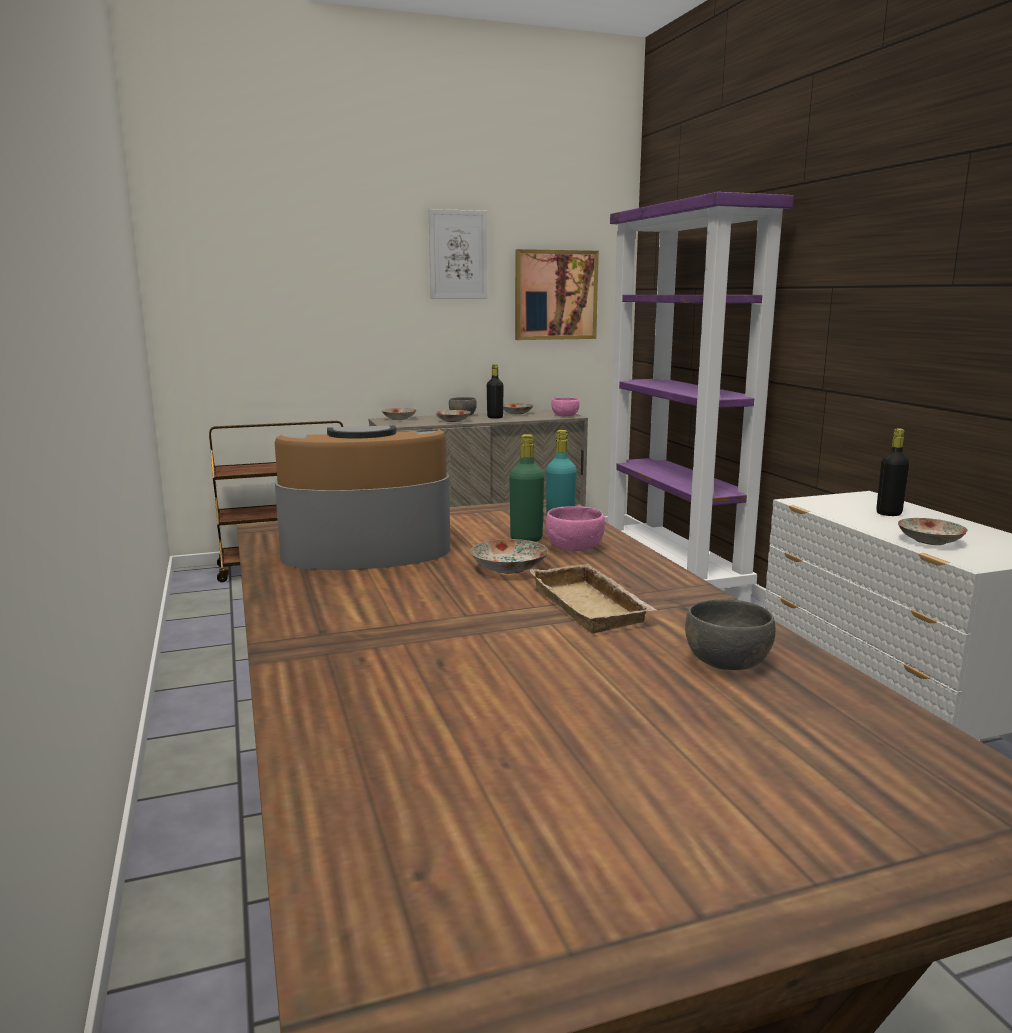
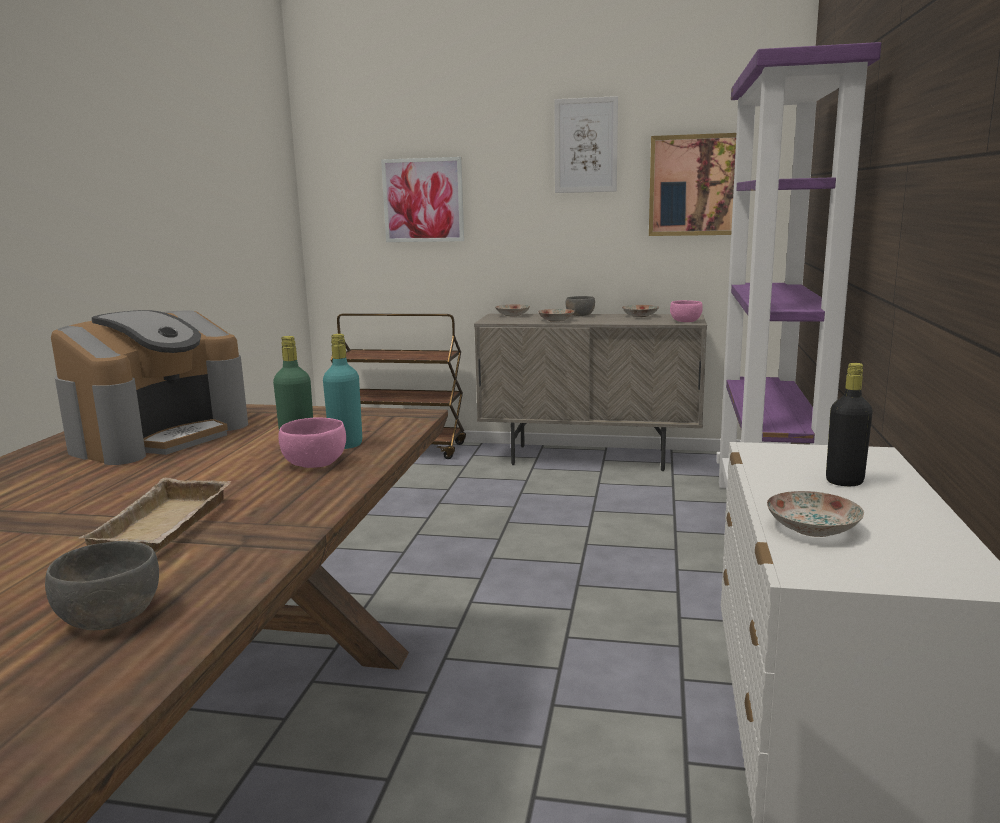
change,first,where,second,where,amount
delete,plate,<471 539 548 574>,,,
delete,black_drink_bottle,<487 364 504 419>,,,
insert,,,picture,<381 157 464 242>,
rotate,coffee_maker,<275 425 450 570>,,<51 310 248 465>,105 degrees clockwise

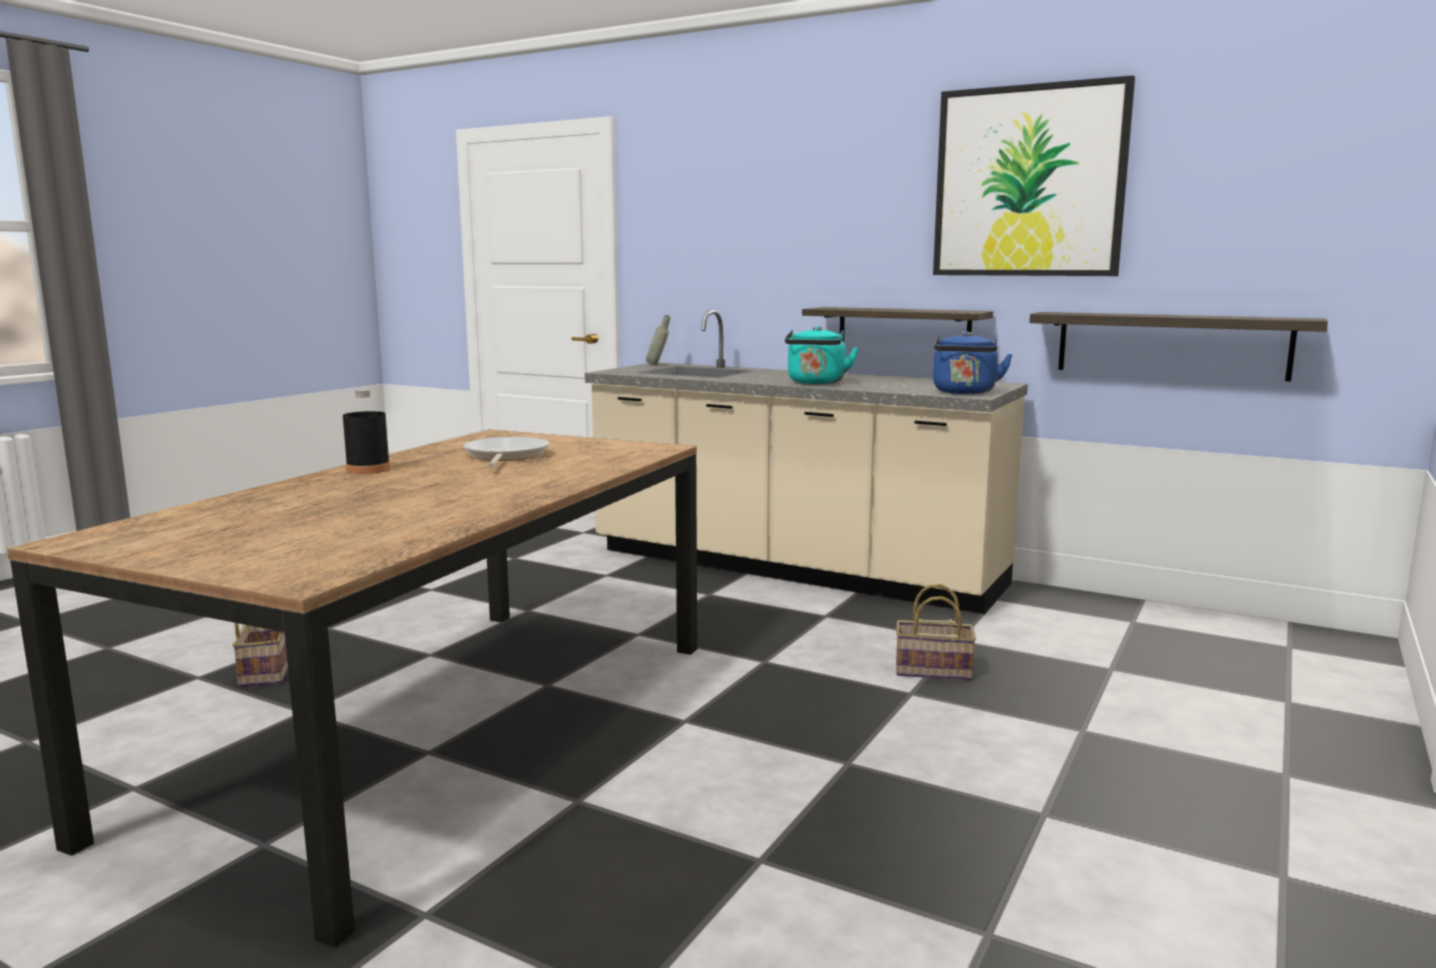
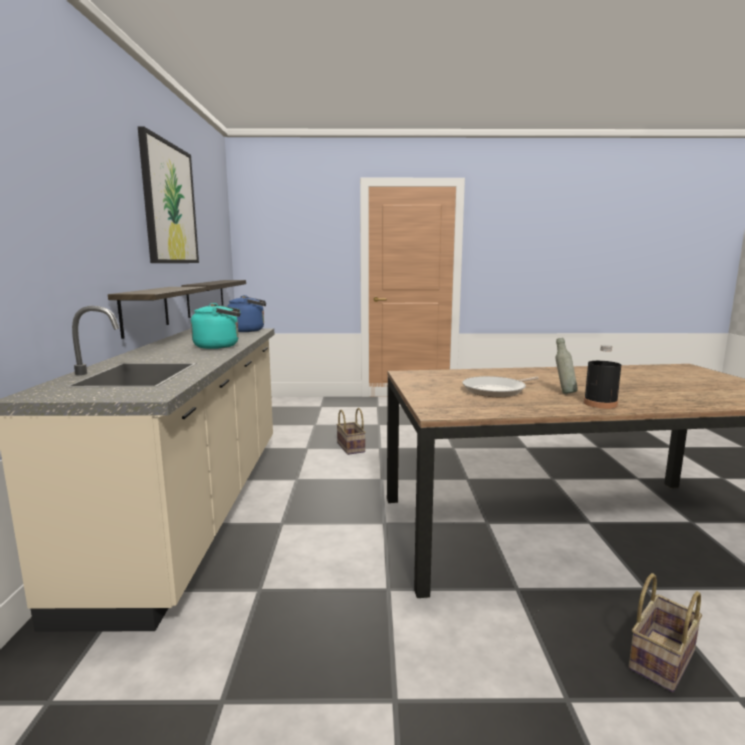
change,first,where,second,where,amount
move,greyish_drink_bottle,<646 315 670 365>,,<555 338 578 394>,

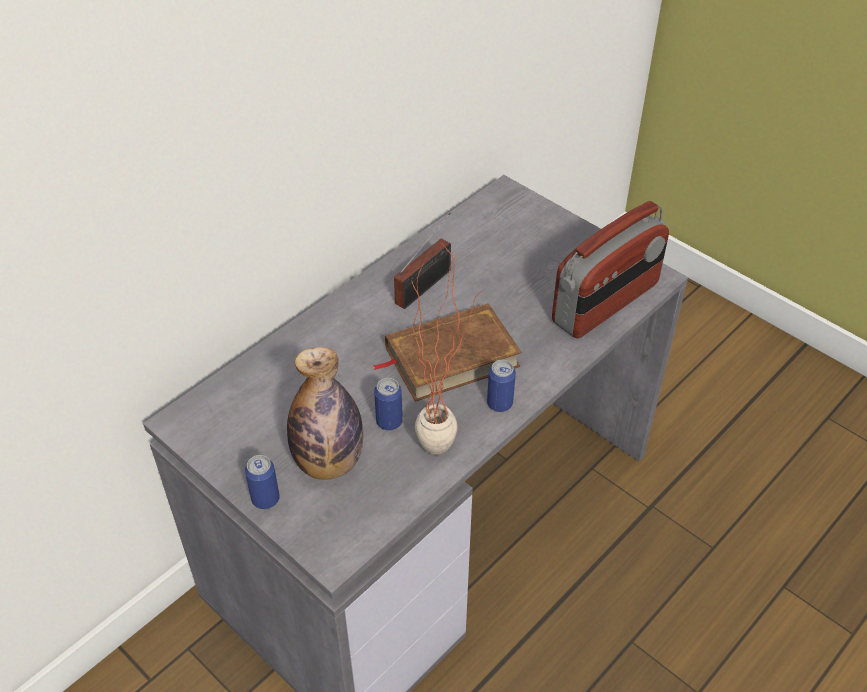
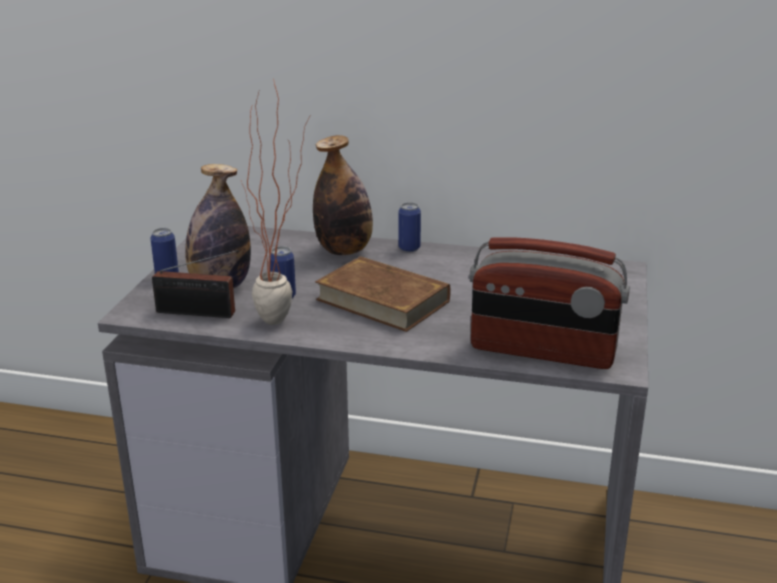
change,first,where,second,where,amount
insert,,,drink_bottle,<313 135 373 255>,
move,radio_receiver,<394 213 451 309>,,<152 250 238 318>,
move,can,<487 360 516 412>,,<398 202 421 252>,

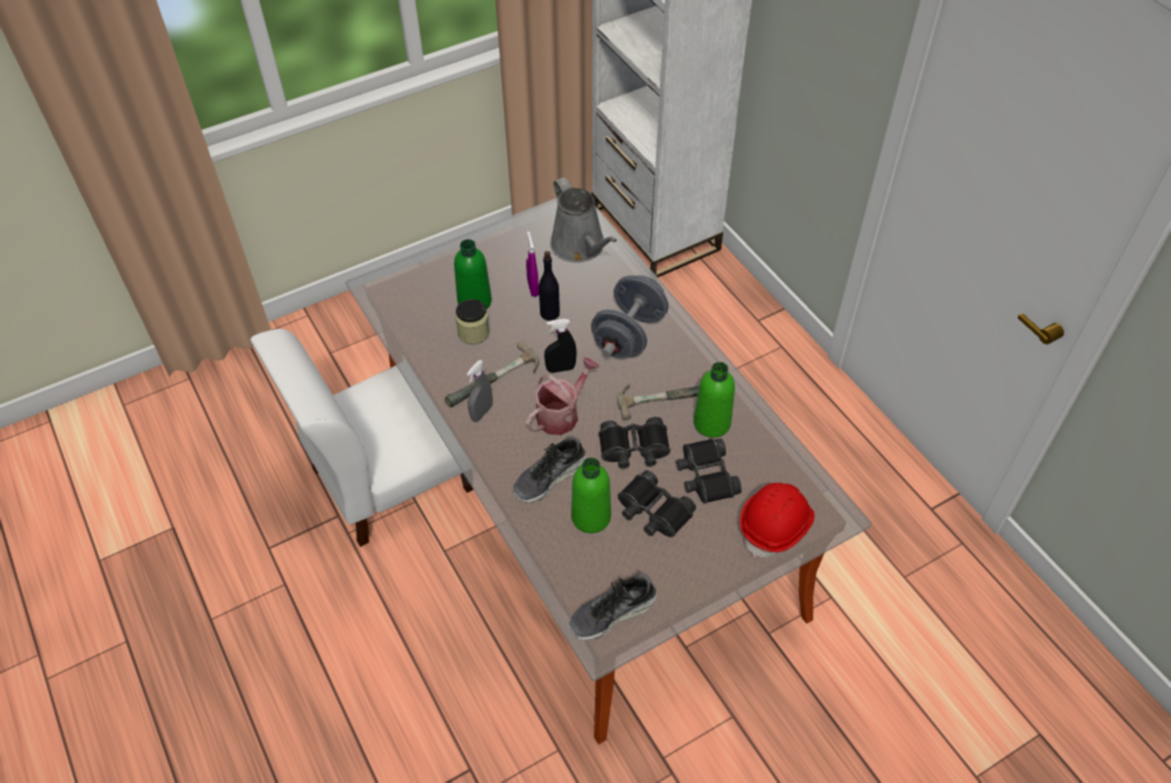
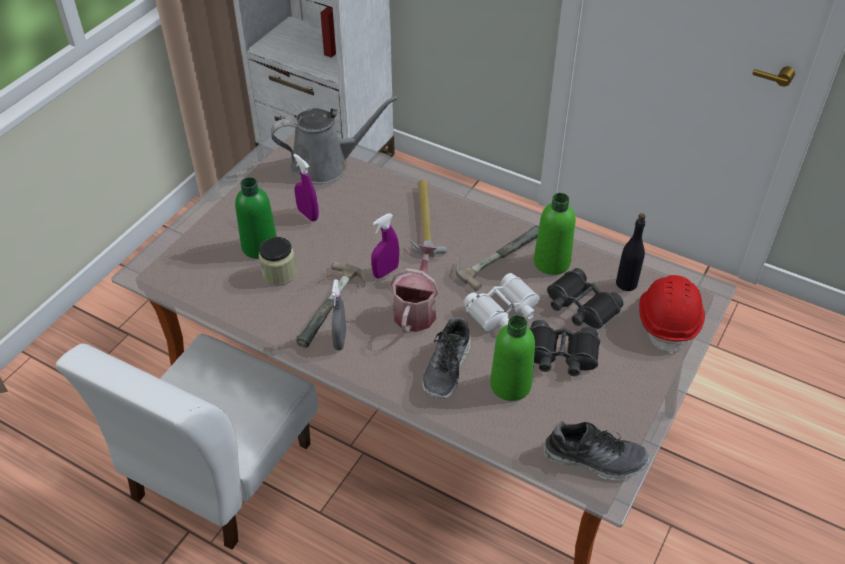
change,first,where,second,where,amount
move,black_drink_bottle,<539 251 560 321>,,<616 213 646 291>,
replace,greyish_free_weight,<591 275 669 358>,hand_hammer,<411 180 447 257>,
recolor,black_sprayer,<544 319 577 373>,purplish_sprayer,<371 214 399 278>,
recolor,black_binoculars,<598 417 671 469>,whitish_binoculars,<463 273 540 331>,
rotate,greyish_watering_pot,<550 177 617 262>,,<271 96 397 184>,45 degrees counterclockwise
rotate,item_of_footwear,<569 574 657 640>,,<543 421 649 480>,105 degrees counterclockwise

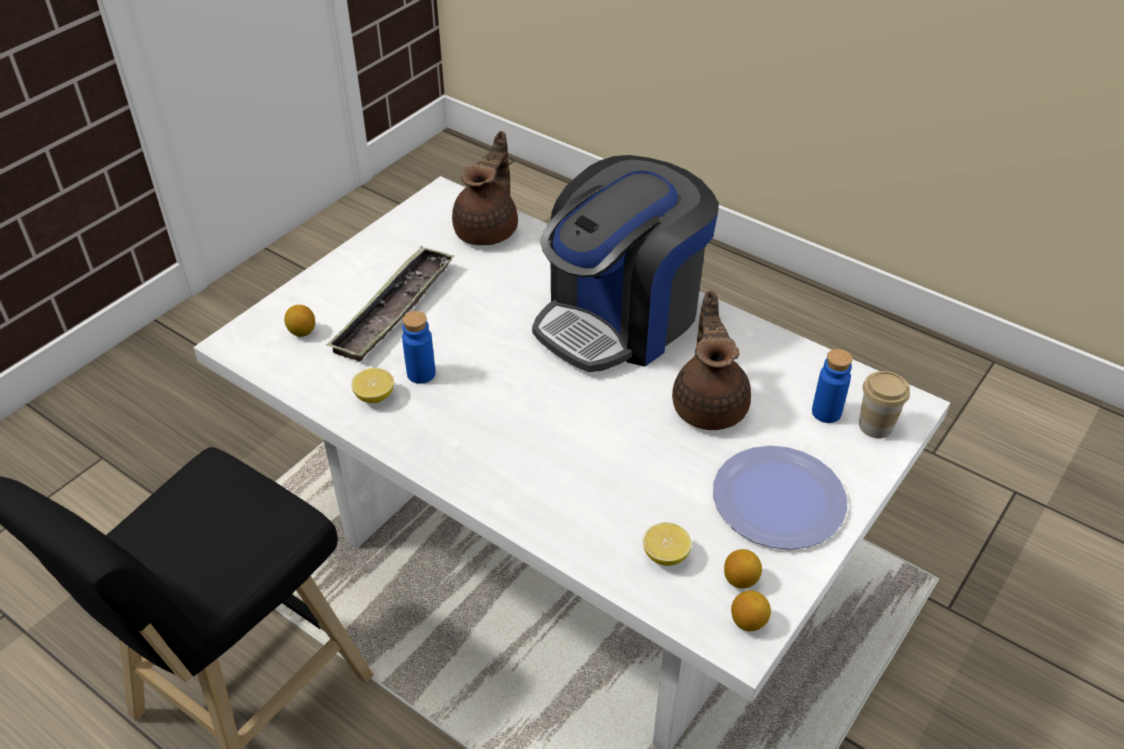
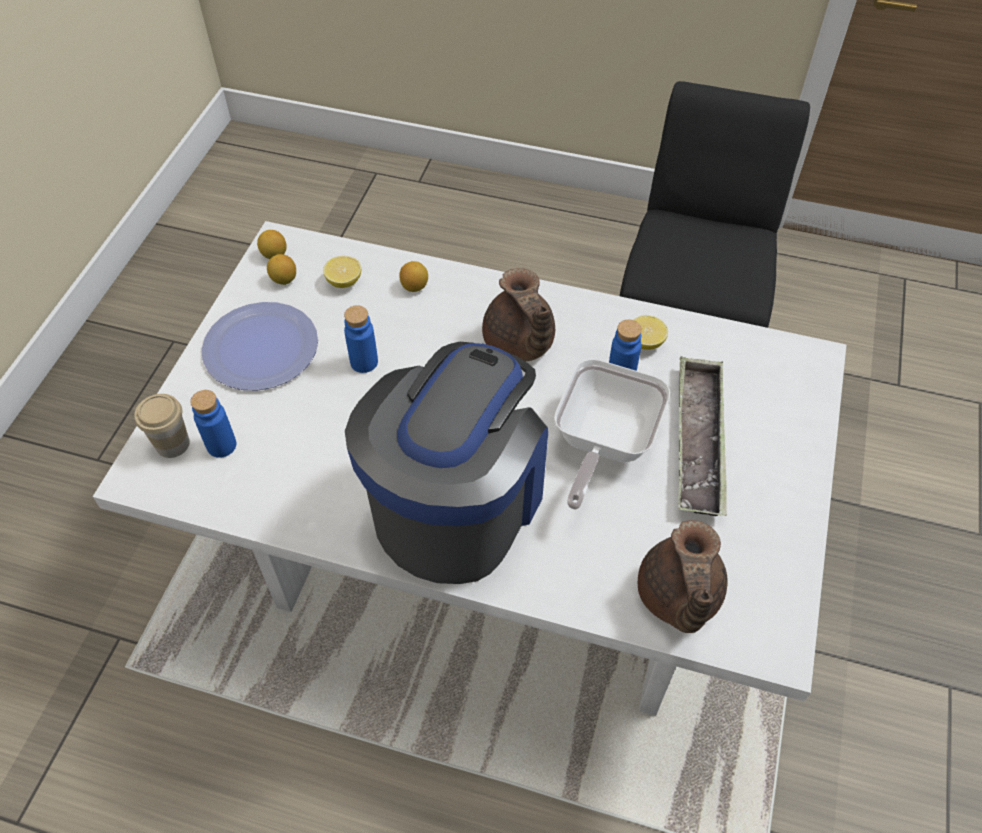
change,first,where,second,where,amount
insert,,,bluish_drink_bottle,<344 305 378 373>,
insert,,,frying_pan,<554 359 670 510>,
move,citrus_fruit,<284 305 315 337>,,<399 261 428 292>,
move,brownish_teapot,<672 291 751 430>,,<482 268 555 361>,

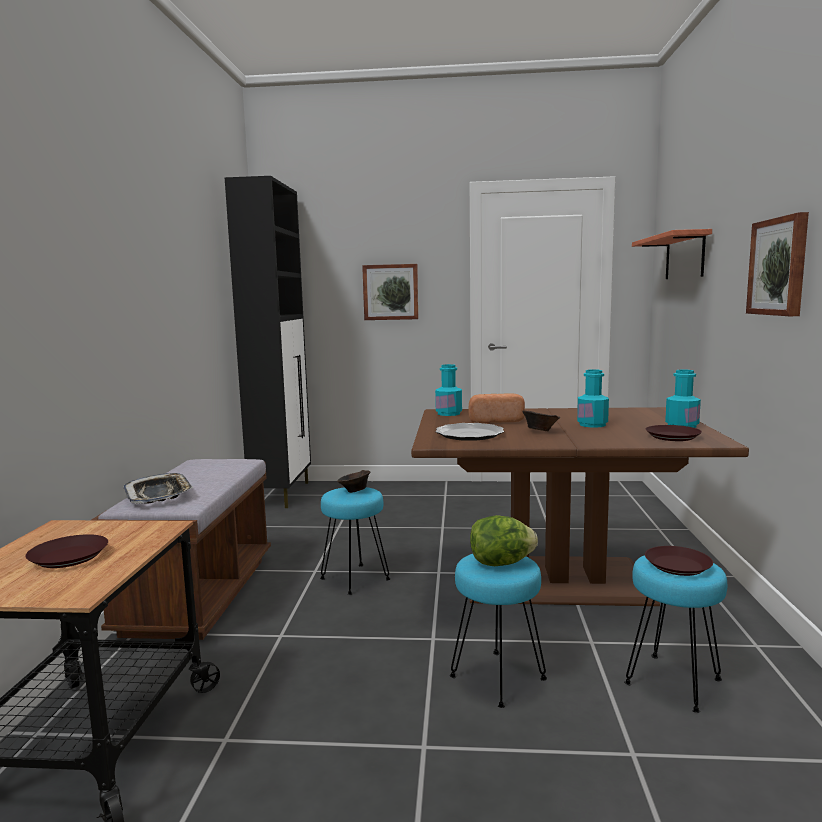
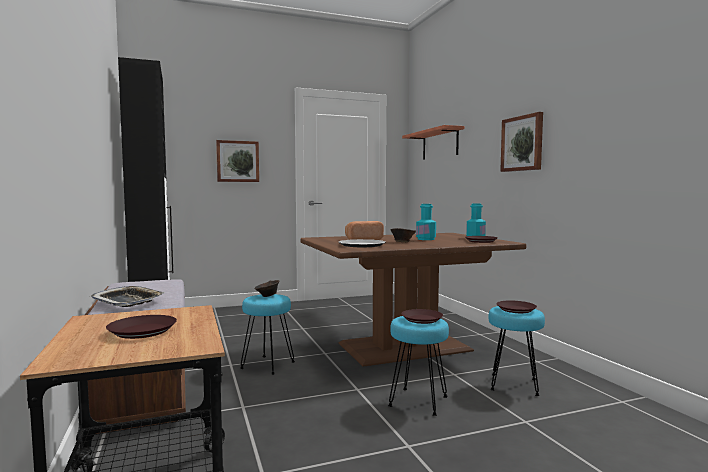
change,first,where,second,where,amount
delete,blue-green_drink_bottle,<435 364 462 416>,,,
replace,lettuce_head,<470 515 538 566>,brownish_plate,<401 309 443 324>,

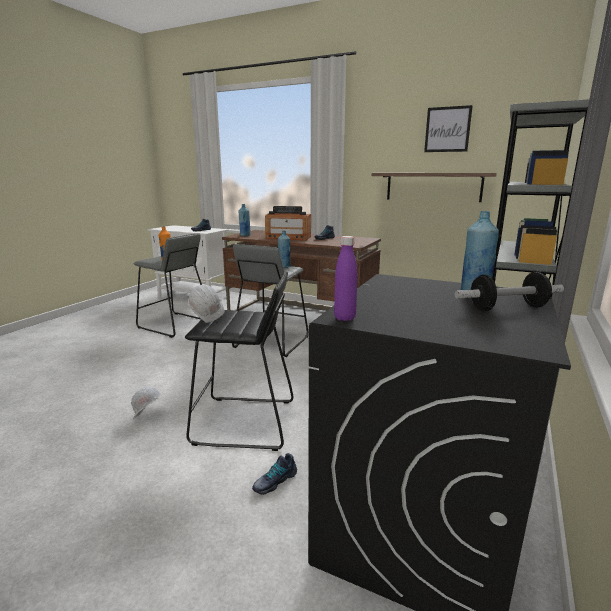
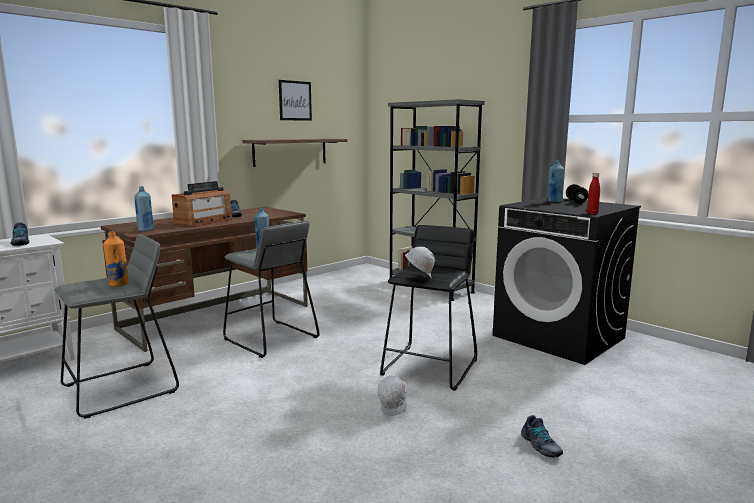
change,first,where,second,where,amount
move,item_of_footwear,<252 453 297 495>,,<521 415 563 458>,
recolor,purplish_drink_bottle,<334 236 357 321>,reddish_drink_bottle,<587 173 600 214>,

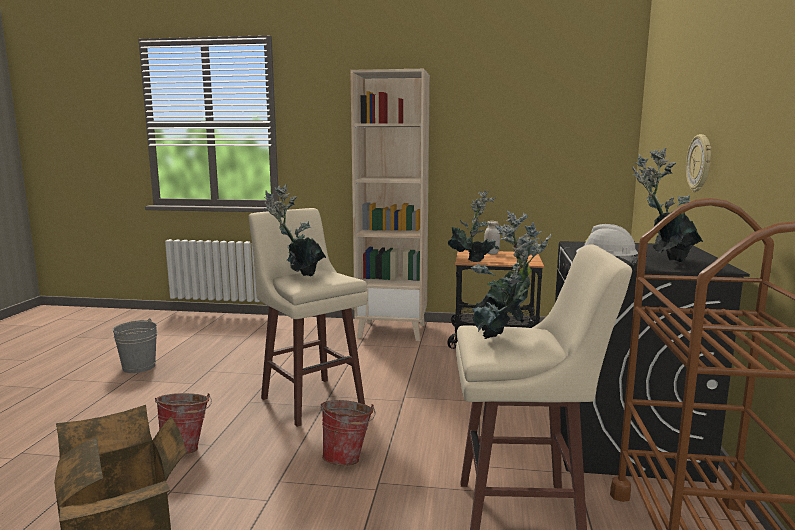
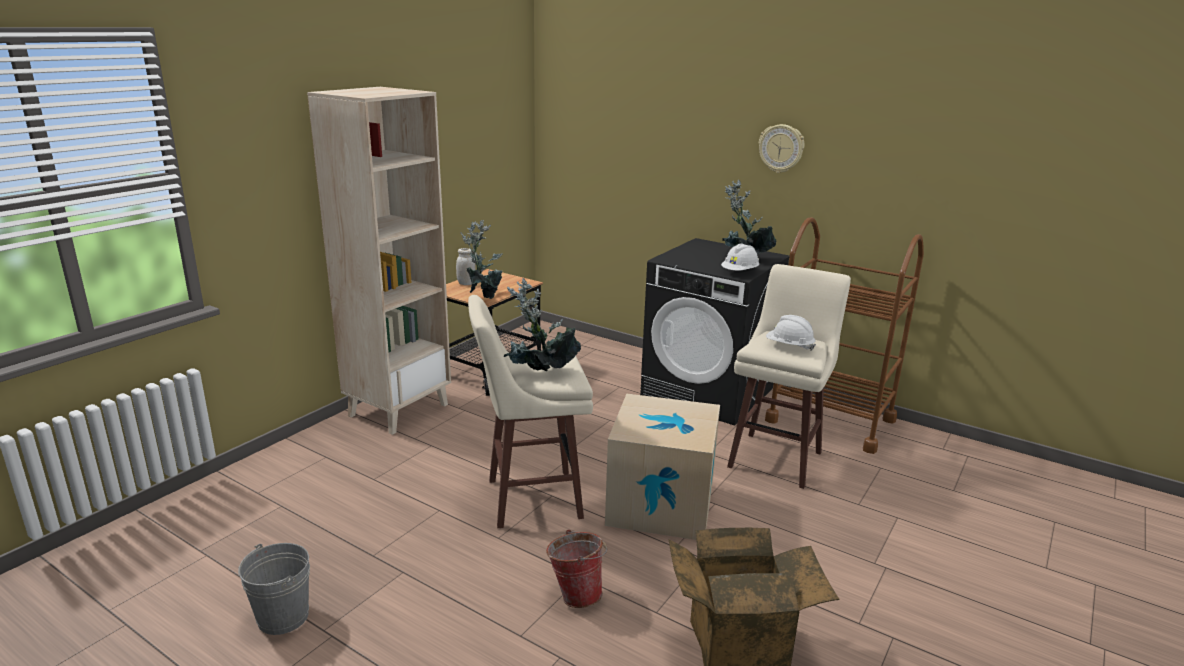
change,first,where,second,where,amount
move,hanging_clock,<686 134 711 192>,,<759 124 804 173>,
replace,pail,<321 400 375 466>,carton,<605 393 720 540>,
replace,plant_in_a_pot,<471 211 552 339>,whitish_safety_helmet,<766 315 816 351>,

